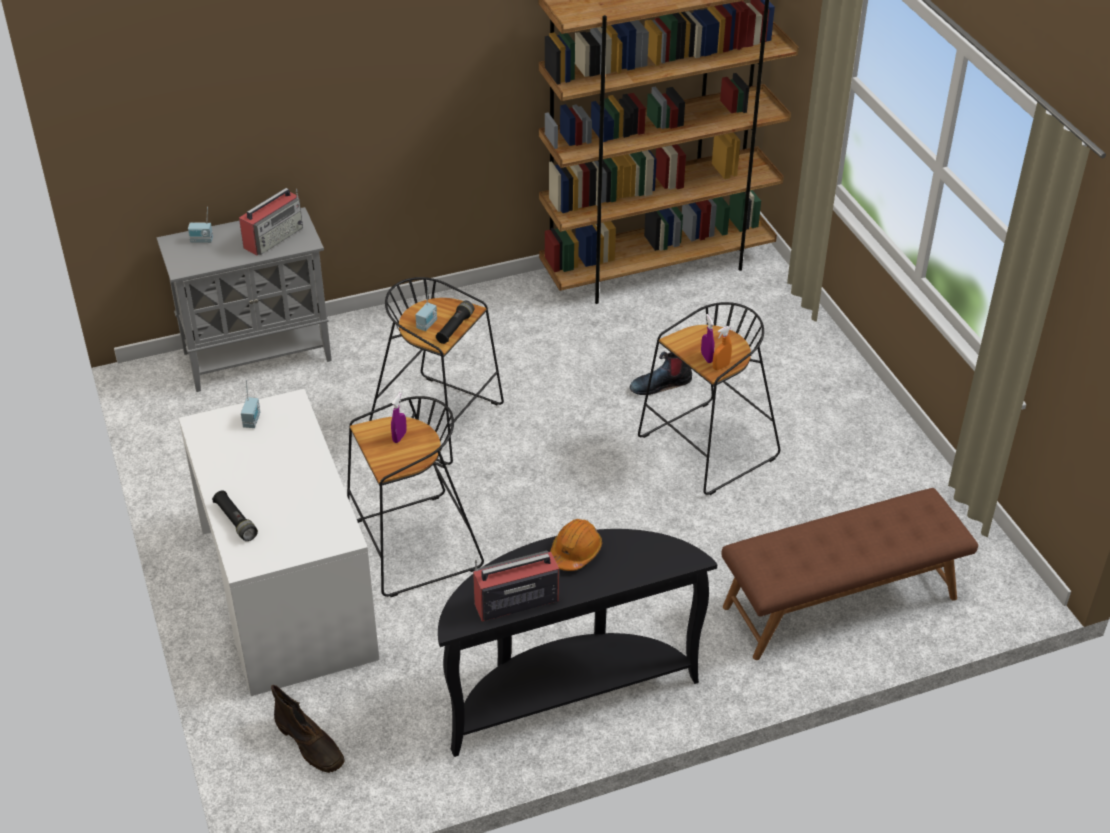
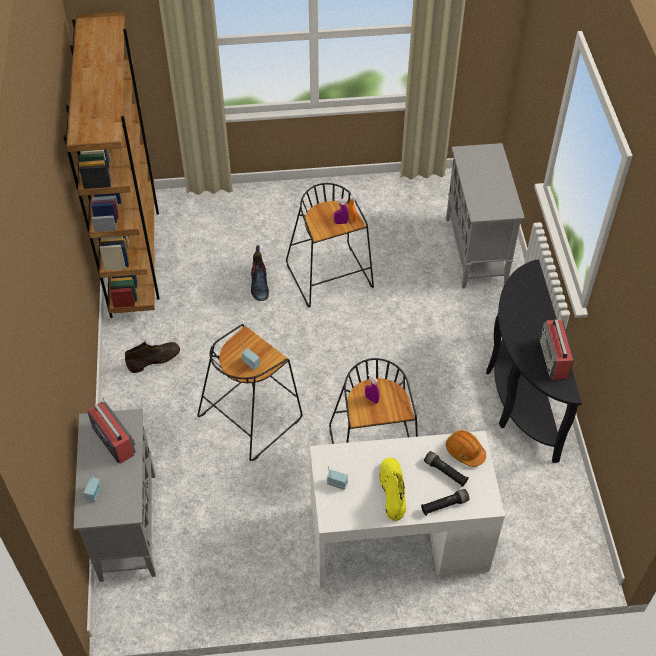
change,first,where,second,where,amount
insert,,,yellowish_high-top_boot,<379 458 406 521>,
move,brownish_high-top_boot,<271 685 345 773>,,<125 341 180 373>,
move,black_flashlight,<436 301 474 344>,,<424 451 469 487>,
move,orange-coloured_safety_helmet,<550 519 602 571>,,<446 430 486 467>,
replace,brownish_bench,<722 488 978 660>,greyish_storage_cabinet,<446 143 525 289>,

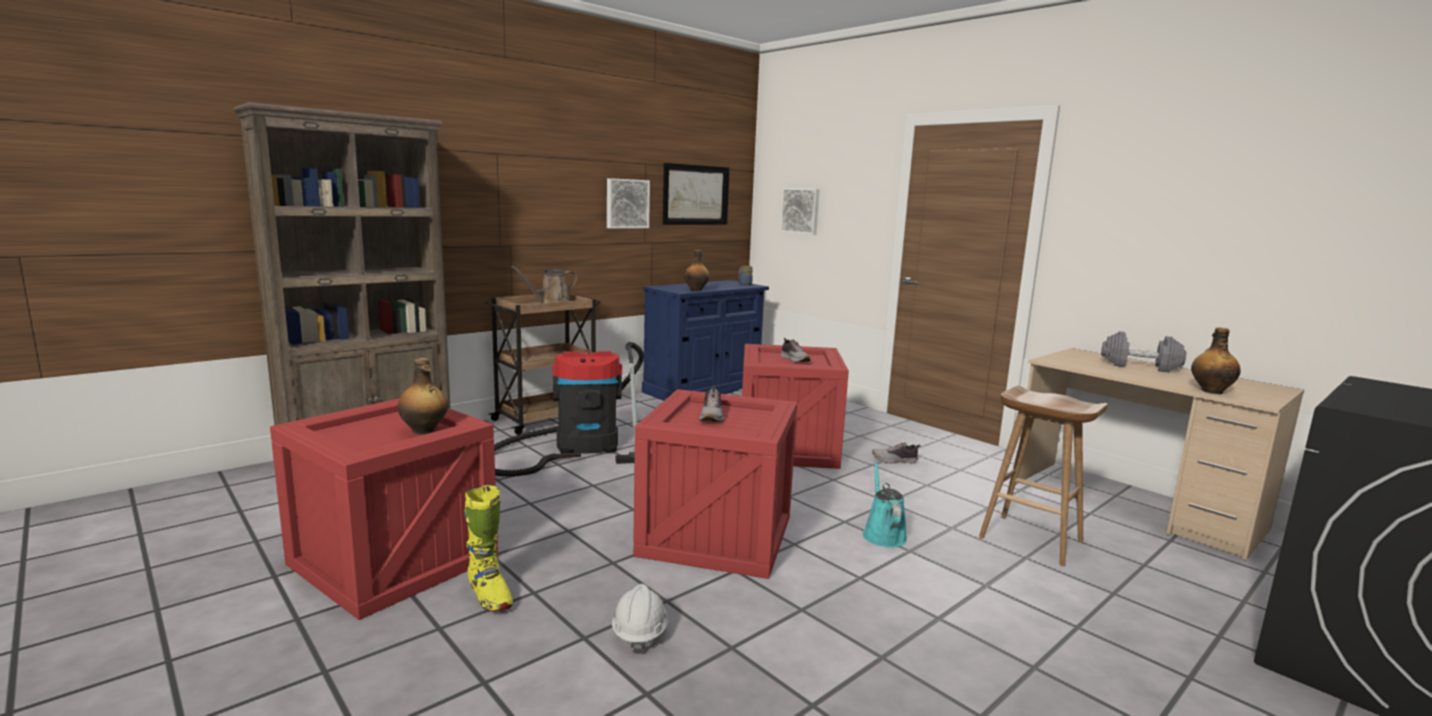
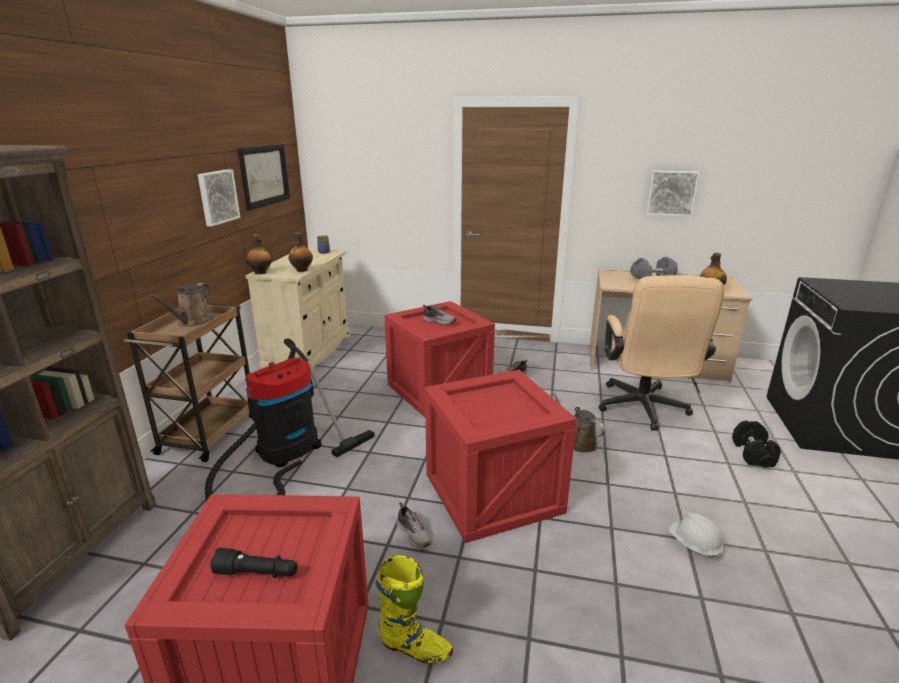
change,first,where,second,where,amount
insert,,,black_flashlight,<210 548 297 578>,
insert,,,black_free_weight,<732 421 781 468>,
move,drink_bottle,<398 358 448 435>,,<246 234 272 274>,
move,whitish_safety_helmet,<612 584 668 654>,,<669 513 724 560>,
move,item_of_footwear,<699 385 724 422>,,<397 502 432 548>,
move,picture,<780 188 819 235>,,<646 170 699 217>,
replace,brownish_sitting_stool,<979 385 1108 566>,beige-coloured_office_chair,<599 275 724 431>,
recolor,bluish_storage_cabinet,<642 280 769 401>,beige-coloured_storage_cabinet,<246 249 350 369>,
recolor,blue-green_watering_pot,<863 462 907 548>,brownish_watering_pot,<551 391 605 453>,

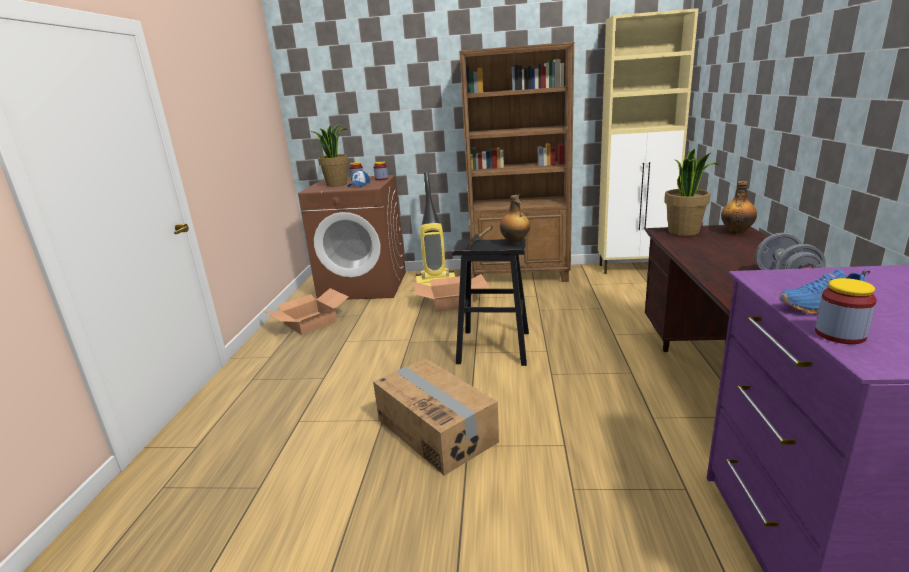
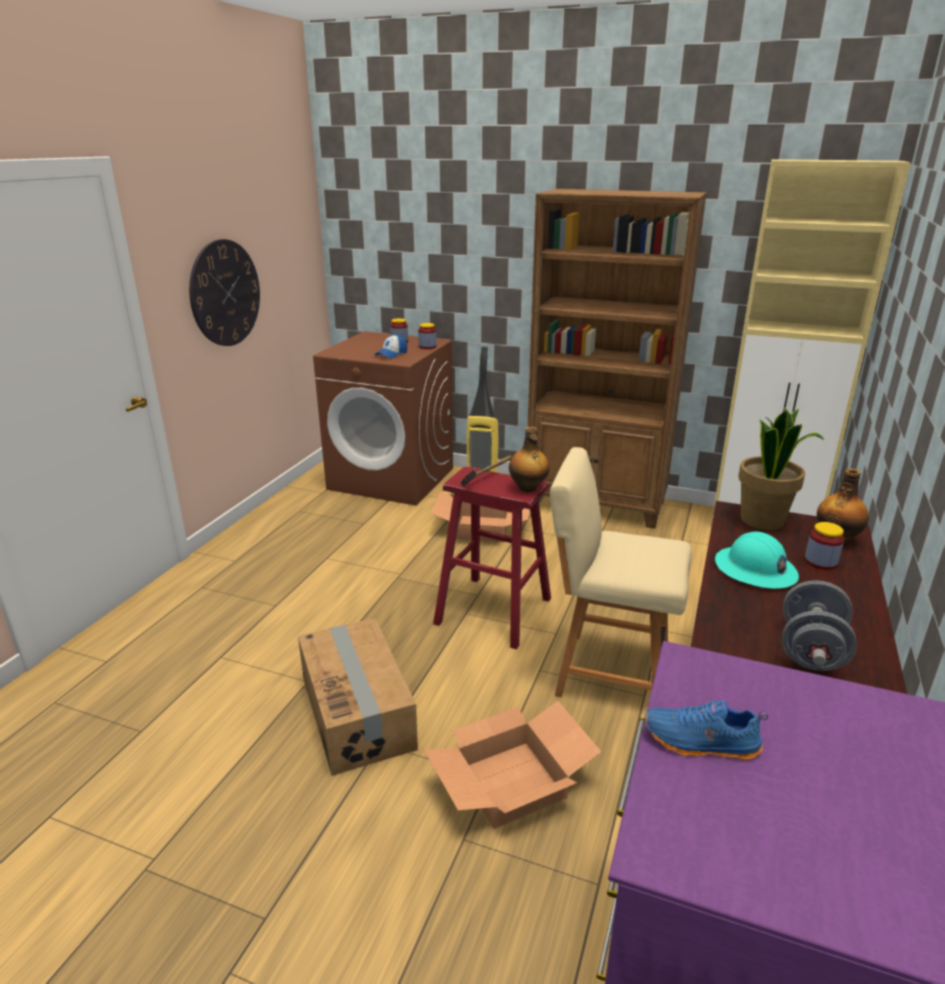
change,first,where,second,where,amount
delete,plant_in_a_pot,<310 124 348 187>,,,
insert,,,hanging_clock,<189 239 260 346>,
insert,,,beige-coloured_upright_chair,<550 447 692 697>,
insert,,,blue-green_safety_helmet,<715 531 799 589>,
move,carton,<264 288 349 335>,,<424 701 601 829>,
move,jar,<815 278 877 344>,,<804 522 845 570>,
recolor,black_sitting_stool,<452 239 529 366>,reddish_sitting_stool,<433 466 551 649>,

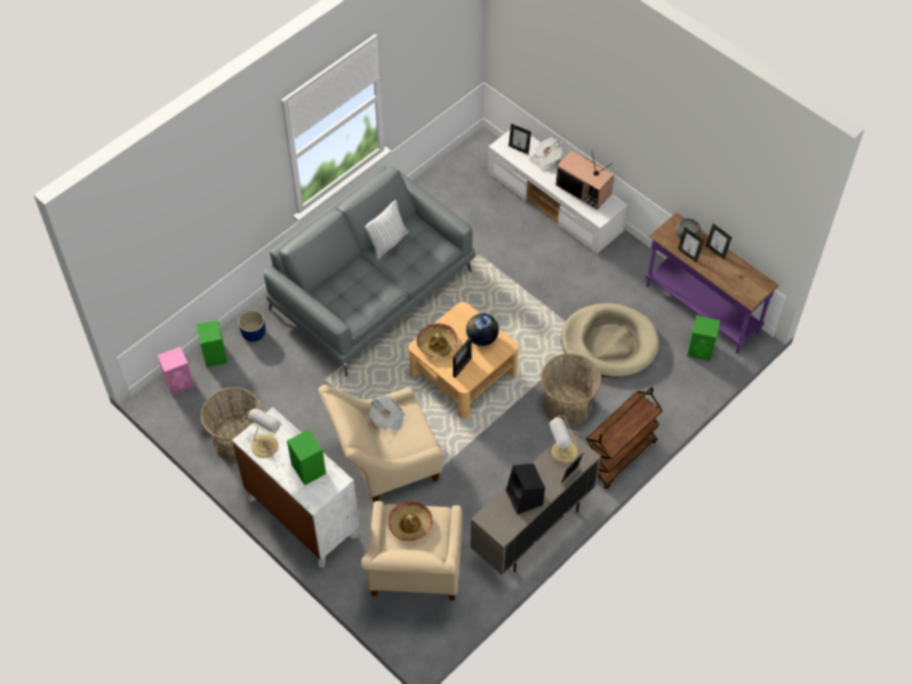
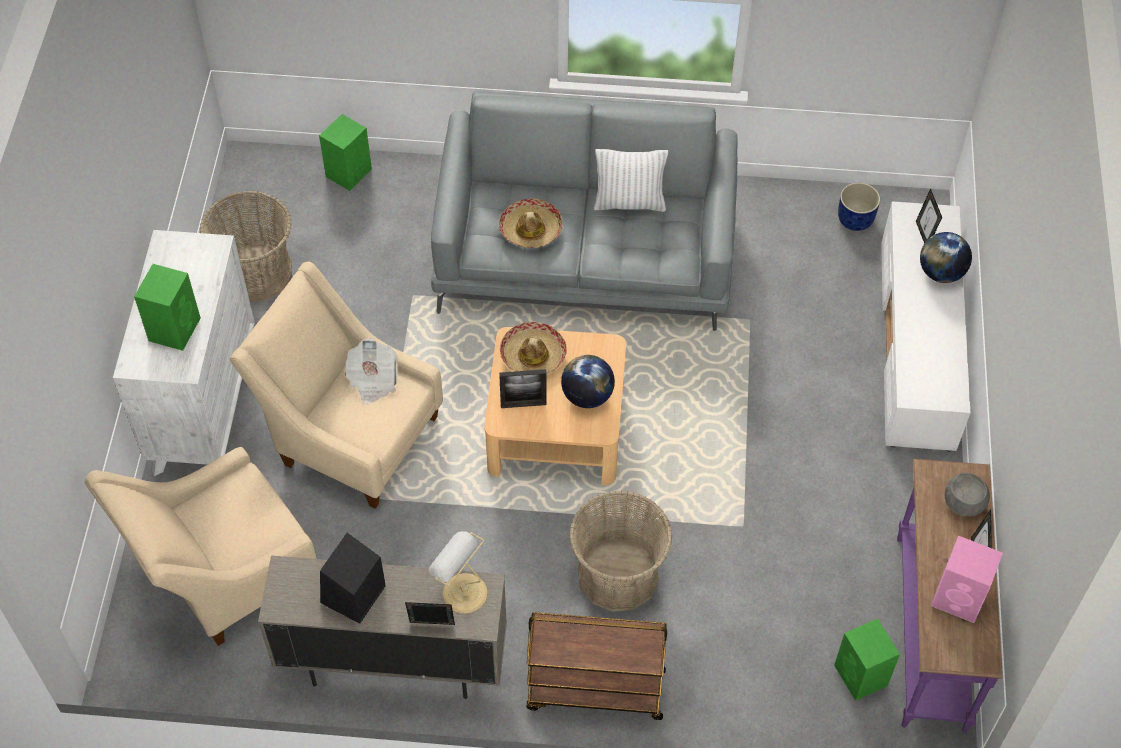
change,first,where,second,where,amount
delete,tabletop_lamp,<243 409 281 458>,,,
delete,television,<556 149 614 210>,,,
delete,beige-coloured_dog_bed,<561 303 659 378>,,,
delete,standing_frame,<678 227 704 263>,,,
move,pinkish_speaker,<157 347 194 395>,,<931 535 1003 623>,
move,bluish_flower_pot,<238 310 265 342>,,<838 183 880 231>,
move,hat,<388 501 433 541>,,<499 198 562 248>,
replace,printed_paper,<530 137 563 169>,world_globe,<920 232 972 283>,

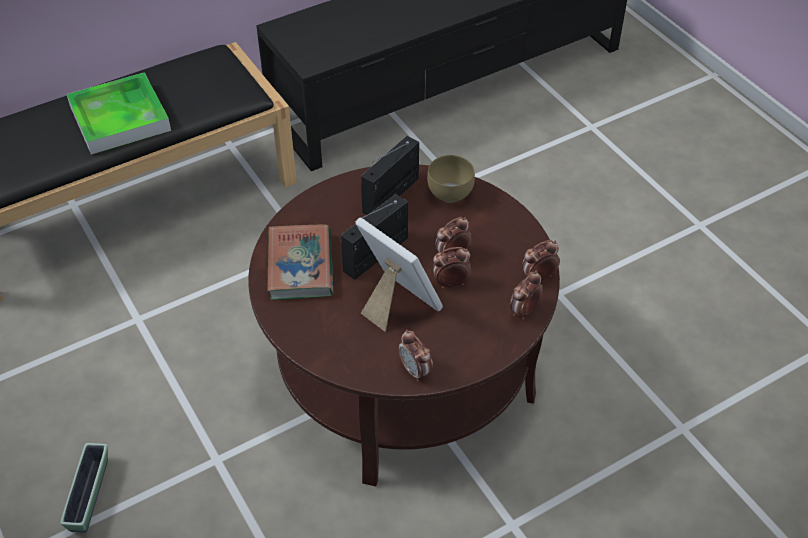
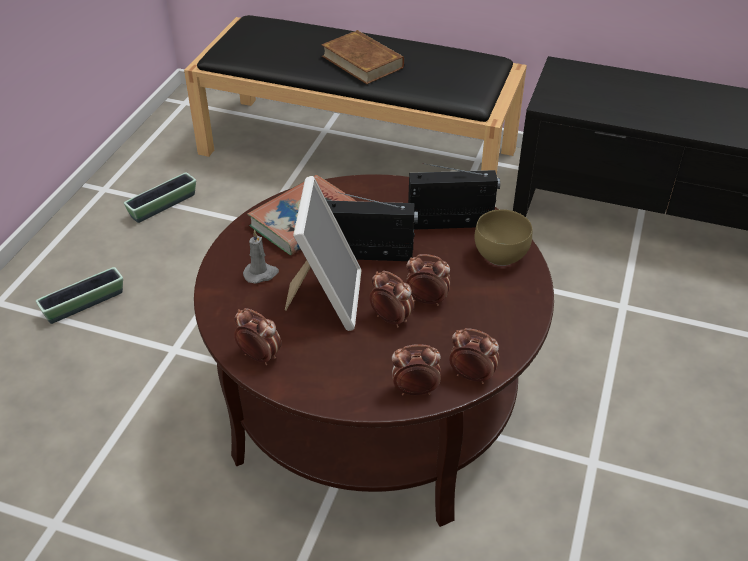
change,first,where,second,where,amount
insert,,,flower_pot,<124 172 196 223>,
insert,,,greyish_wax_candle,<243 230 279 284>,
replace,carrying_tray,<67 72 171 155>,brownish_book,<321 30 404 84>,
rotate,alarm_clock,<399 330 433 381>,,<234 308 282 365>,105 degrees clockwise

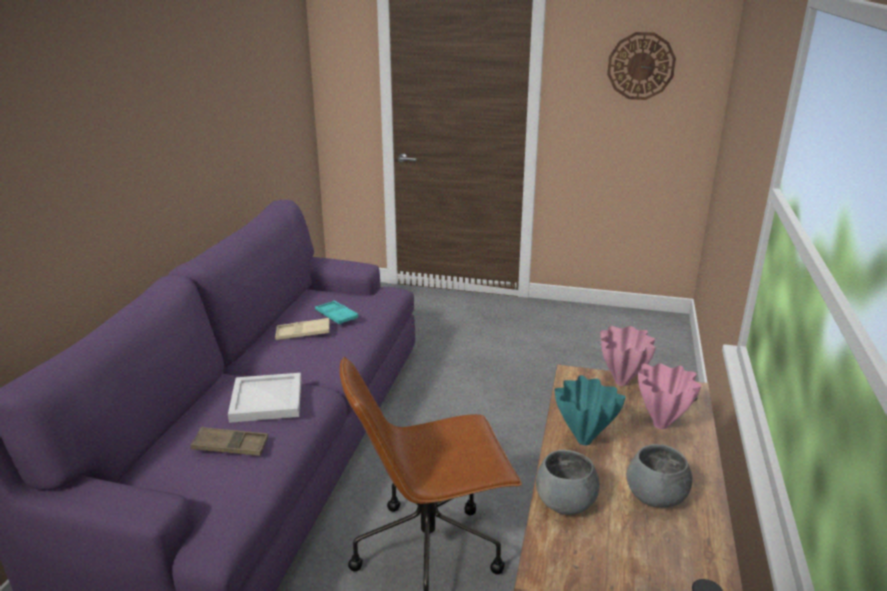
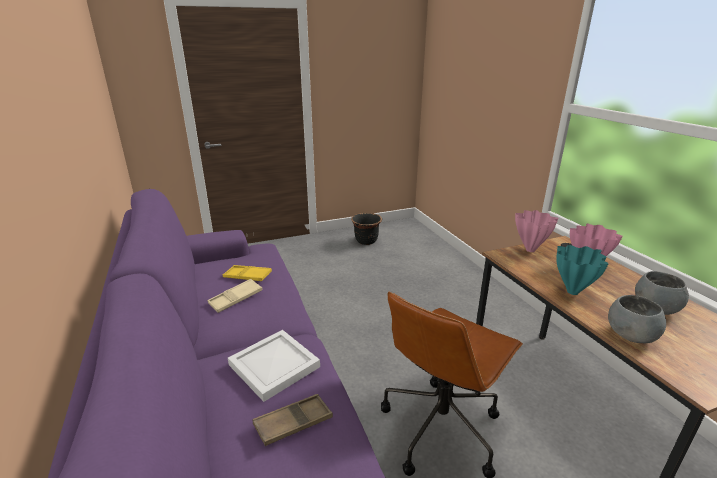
change,first,where,second,where,amount
delete,hanging_clock,<607 32 676 100>,,,
insert,,,black_flower_pot,<351 213 382 245>,
recolor,blue-green_carrying_tray,<315 300 359 325>,yellowish_carrying_tray,<223 265 272 281>,

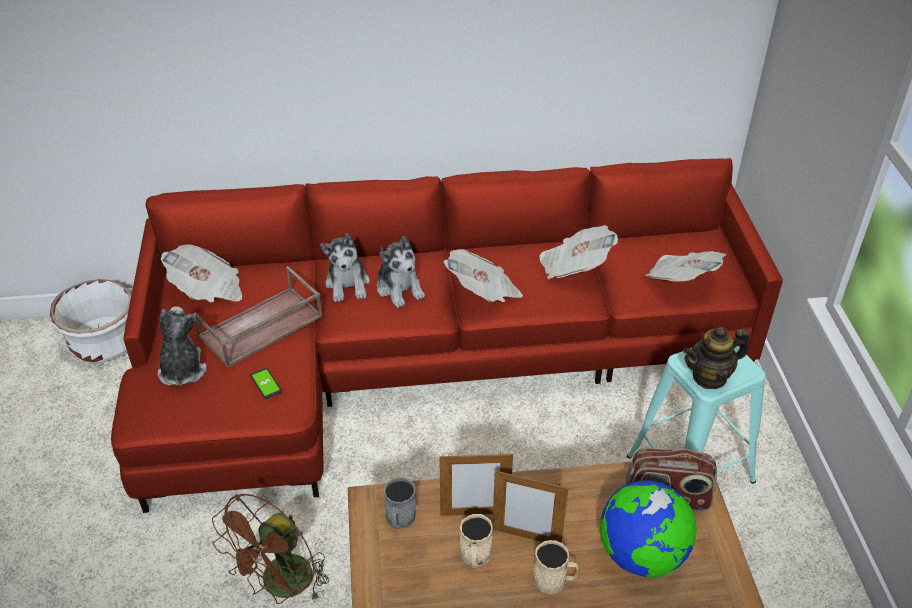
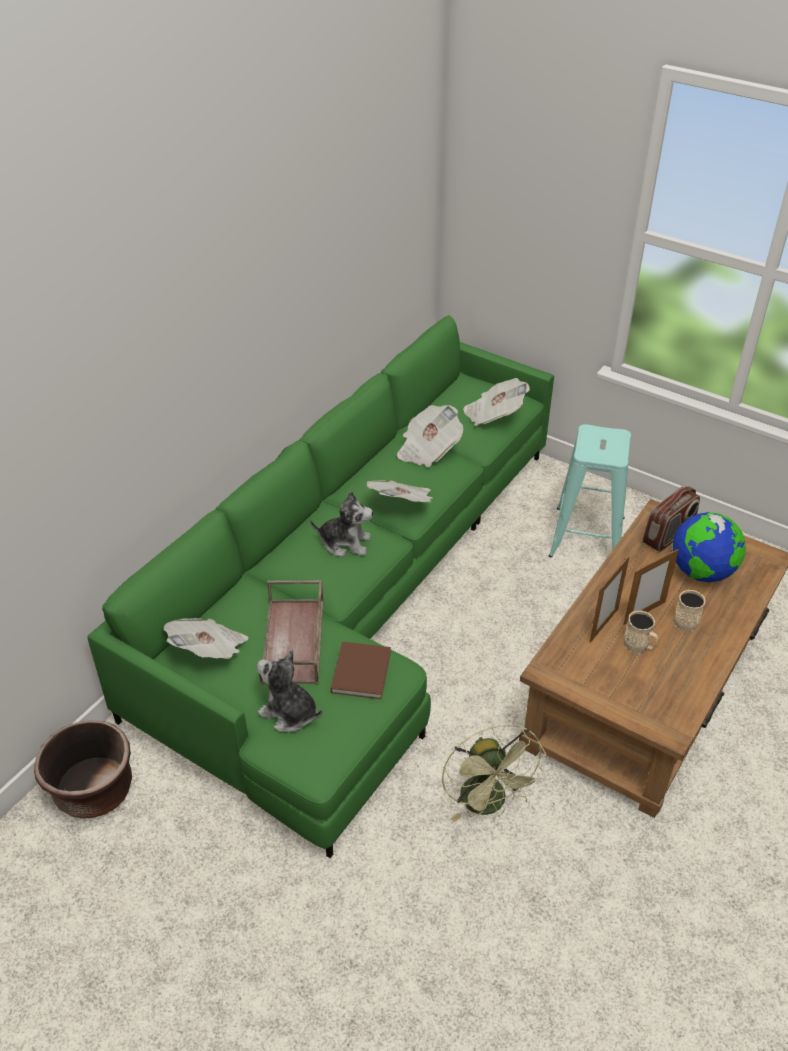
change,first,where,second,where,amount
delete,plush_toy,<320 233 370 302>,,,
delete,greyish_mug,<384 477 416 529>,,,
delete,teapot,<683 327 750 389>,,,
replace,phone,<250 368 282 399>,brownish_book,<331 642 391 699>,
recolor,whitish_flower_pot,<50 279 132 363>,brownish_flower_pot,<34 721 132 819>,
recolor,reddish_couch,<111 158 783 513>,greenish_couch,<87 315 554 858>,
recolor,brownish_cooling_fan,<212 493 329 604>,greenish_cooling_fan,<442 725 547 822>,

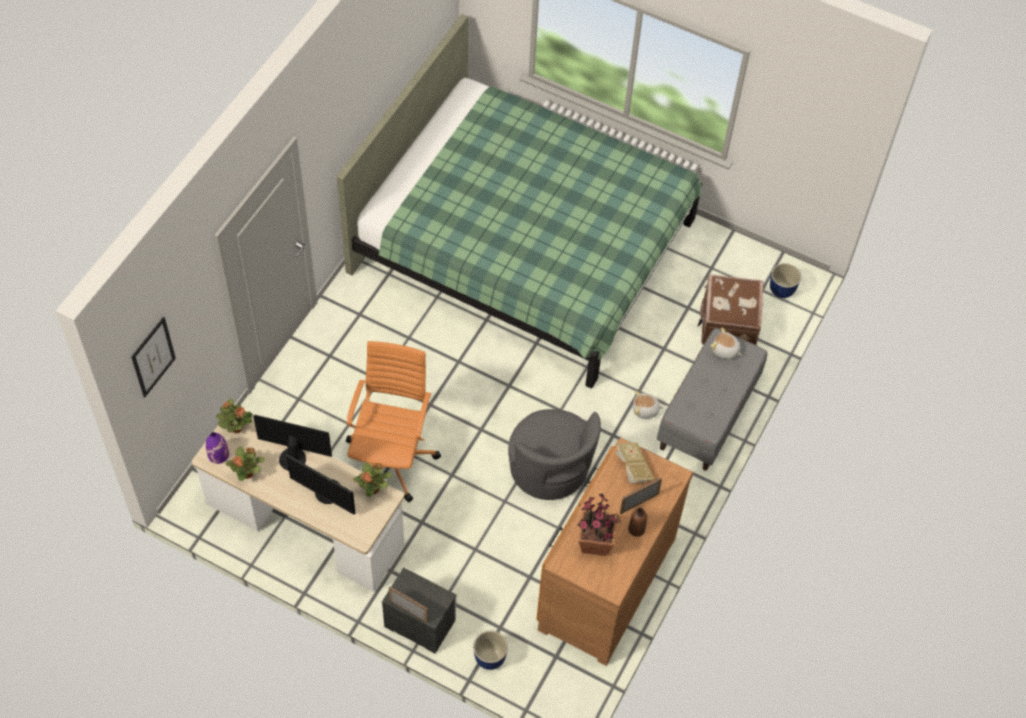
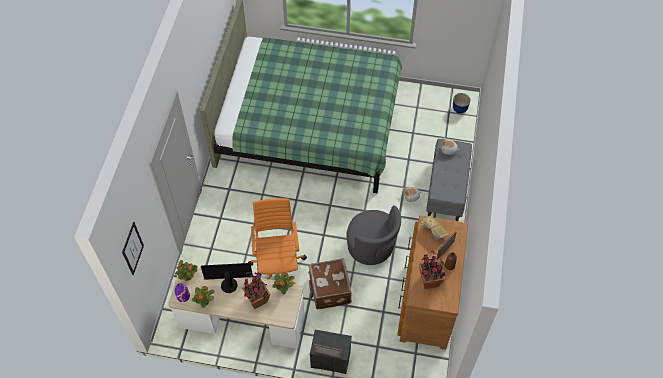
change,first,where,second,where,amount
delete,flower_pot,<473 631 508 670>,,,
move,brownish_suitcase,<698 274 763 345>,,<308 258 352 309>,
replace,monitor,<286 454 355 515>,plant_in_a_pot,<242 271 270 309>,

